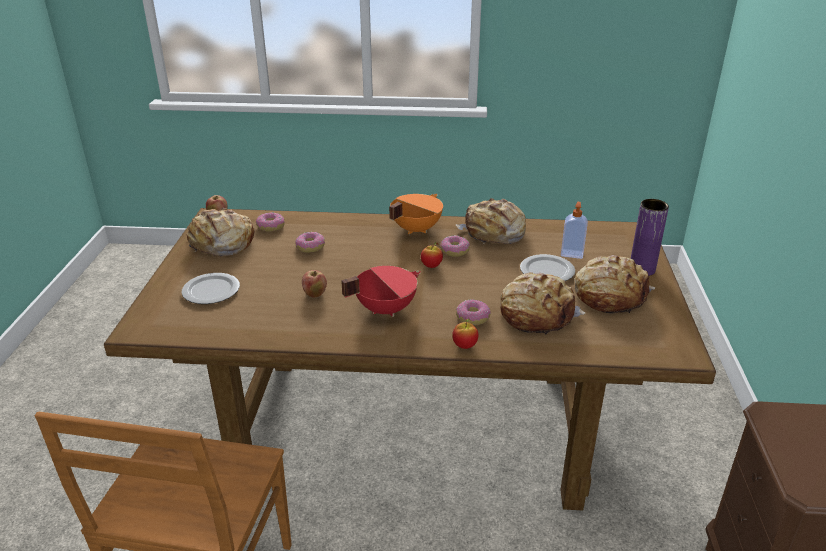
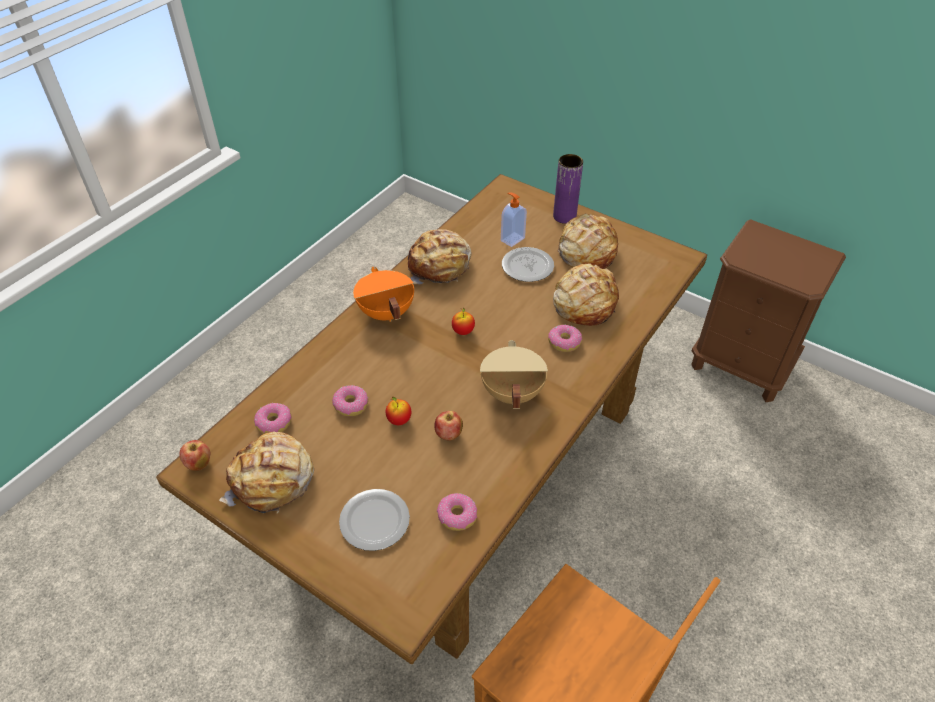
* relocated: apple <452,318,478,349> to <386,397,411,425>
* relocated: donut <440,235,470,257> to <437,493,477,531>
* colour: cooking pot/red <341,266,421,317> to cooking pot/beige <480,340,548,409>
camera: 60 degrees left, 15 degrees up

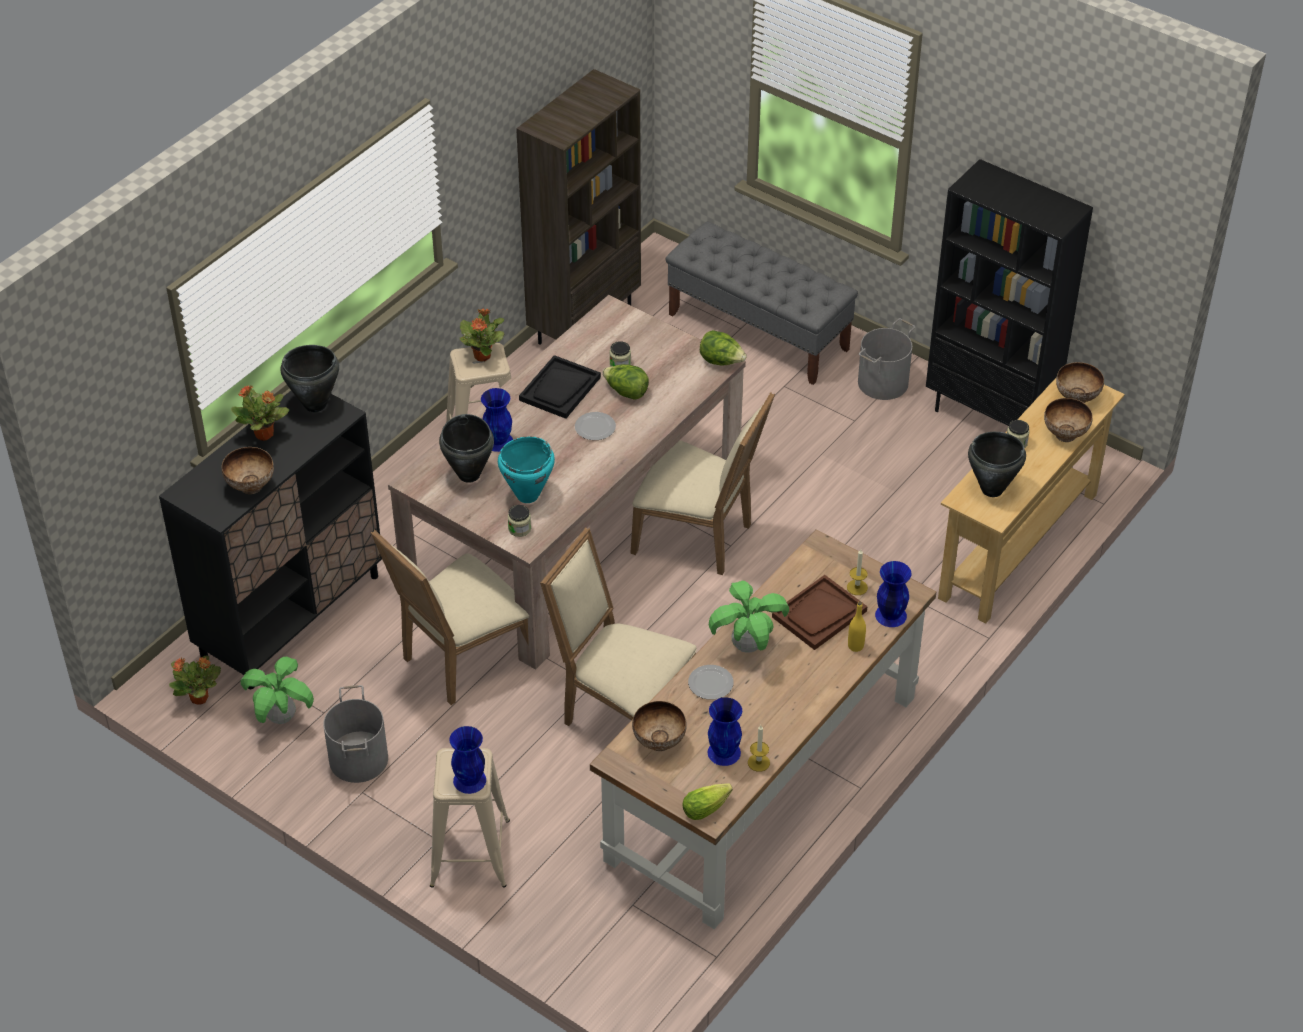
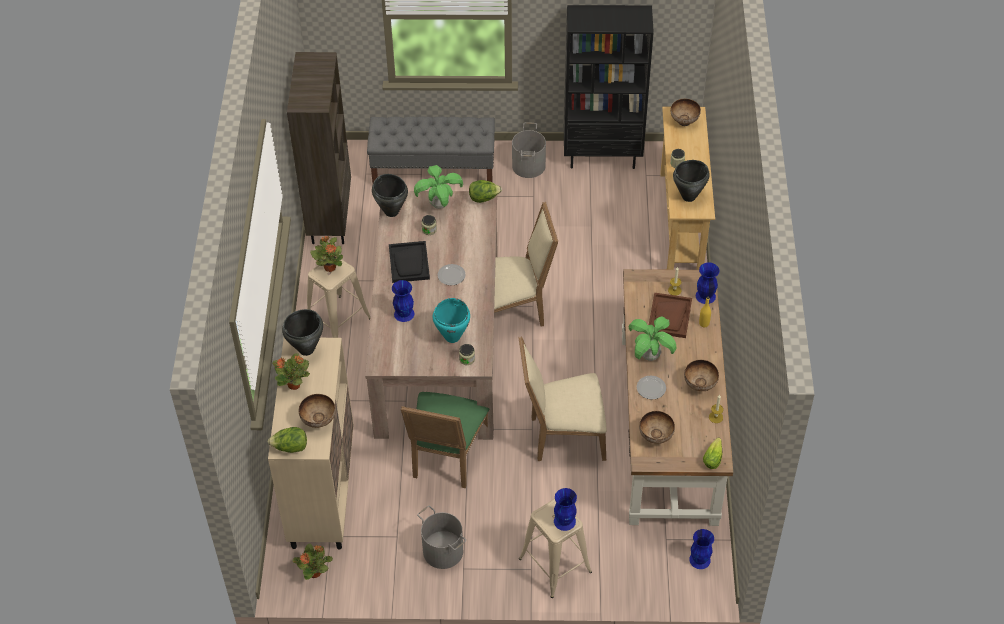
* relocated: lettuce <602,364,649,400> to <267,427,307,453>
* colour: cupboard/black-coloured <159,391,382,689> to cupboard/beige <268,338,354,550>
* relocated: cooking pot/black-coloured <439,414,494,483> to <372,174,408,217>
* colour: upright chair/beige <371,530,529,705> to upright chair/green-coloured <401,392,489,488>
* relocated: plant in a pot <240,657,314,724> to <414,165,463,209>
* relocated: serving bowl <1044,398,1093,442> to <684,360,719,391>
* relocated: decorative vase/bluish <708,697,742,766> to <689,529,714,569>
camera: 35 degrees left, 5 degrees up

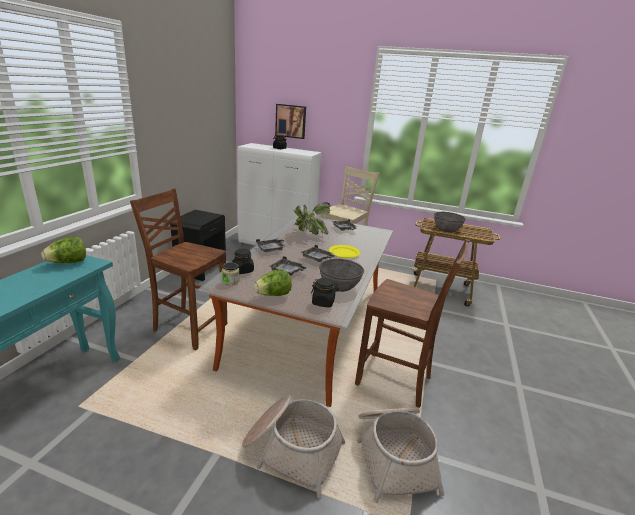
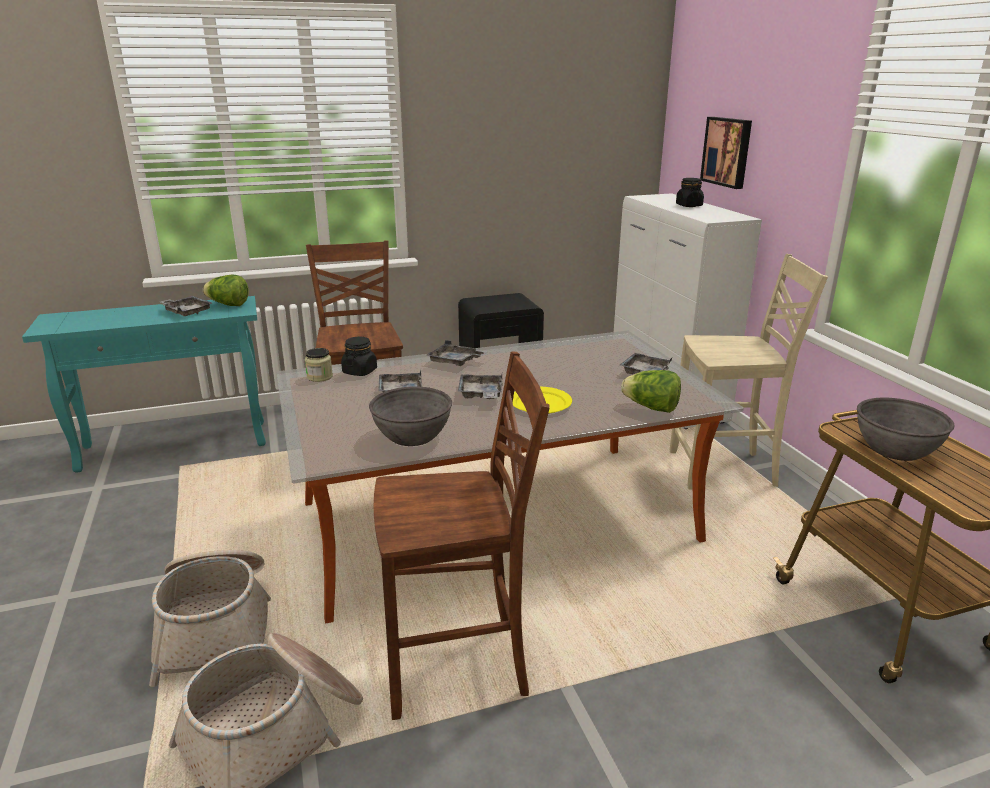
* appeared: carrying tray/grey <160,296,212,316>
* spun: upright chair/brownish <355,239,470,408> = <374,352,550,720> 90 degrees counterclockwise
* relocated: lettuce <253,269,292,296> to <621,370,681,413>
* missing: plant in a pot <294,202,331,235>
* missing: preserve jar/black-coloured <311,278,339,308>
camera: 55 degrees right, 0 degrees up

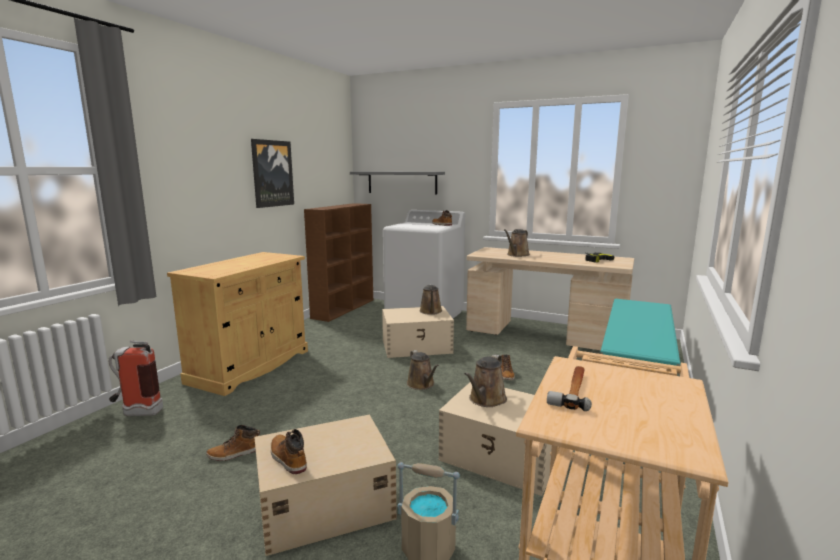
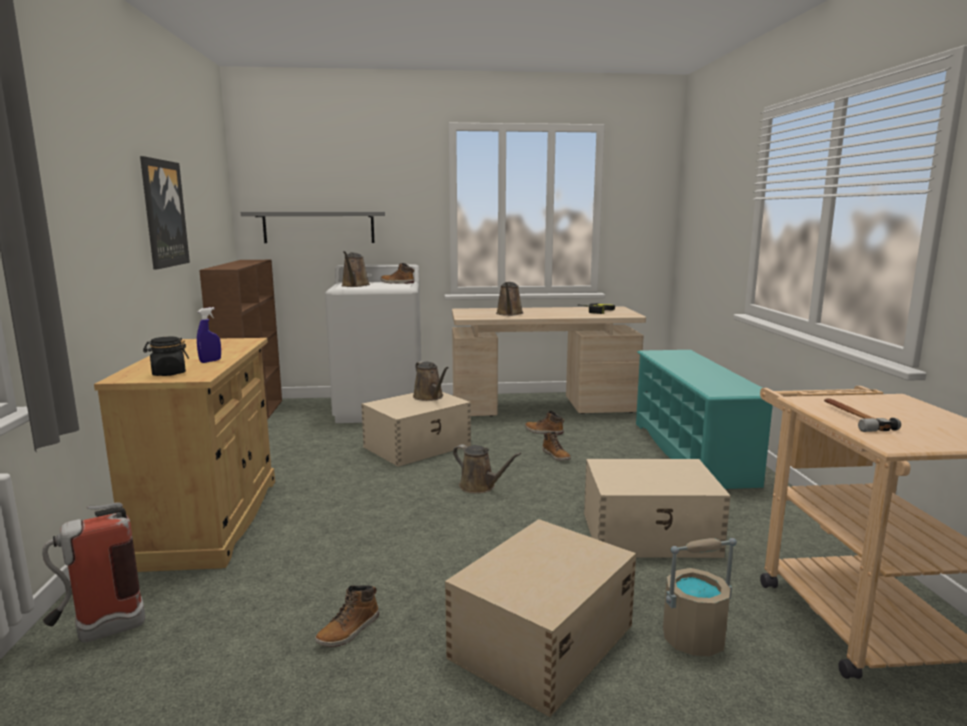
* appeared: preserve jar/black-coloured <143,336,189,376>
* appeared: sprayer/bluish <197,307,221,363>
* relocated: watering can/brownish <464,354,507,407> to <341,251,370,287>
* relocated: tall boot <271,429,307,474> to <525,411,564,435>
camera: 30 degrees left, 0 degrees up

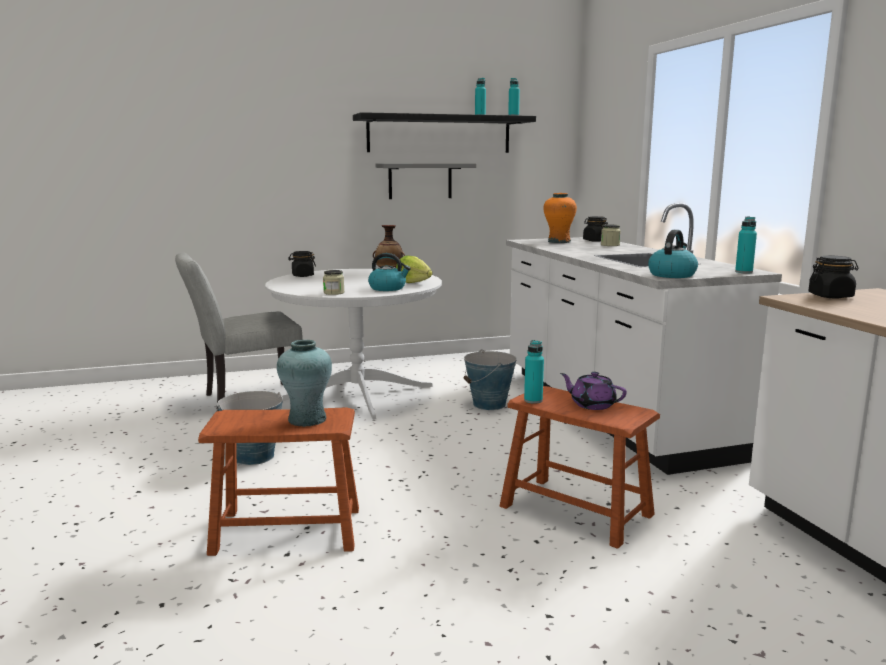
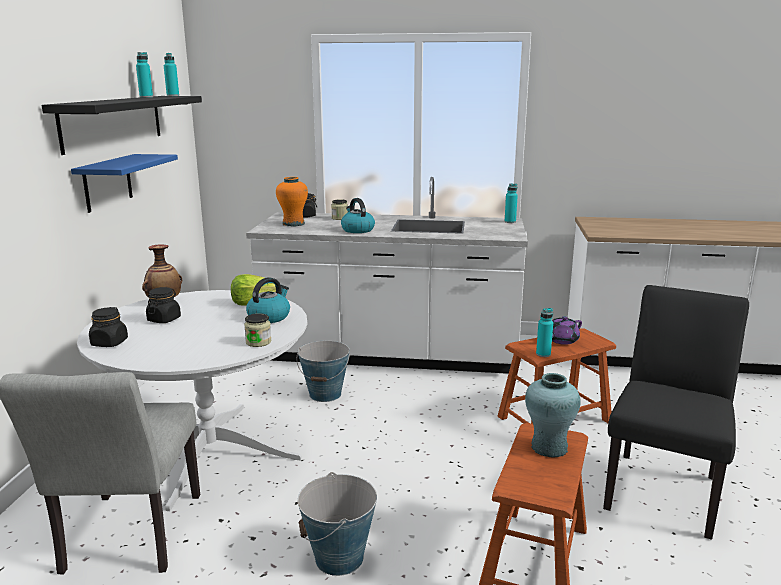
* colour: bracket shelf/grey <376,163,476,199> to bracket shelf/bluish <71,154,178,213>
* relocated: preserve jar/black-coloured <808,256,859,299> to <146,287,181,323>
* relocated: tea kettle <648,230,698,278> to <341,198,375,233>
* appeared: upright chair/black-coloured <603,285,749,540>
camera: 65 degrees left, 5 degrees up

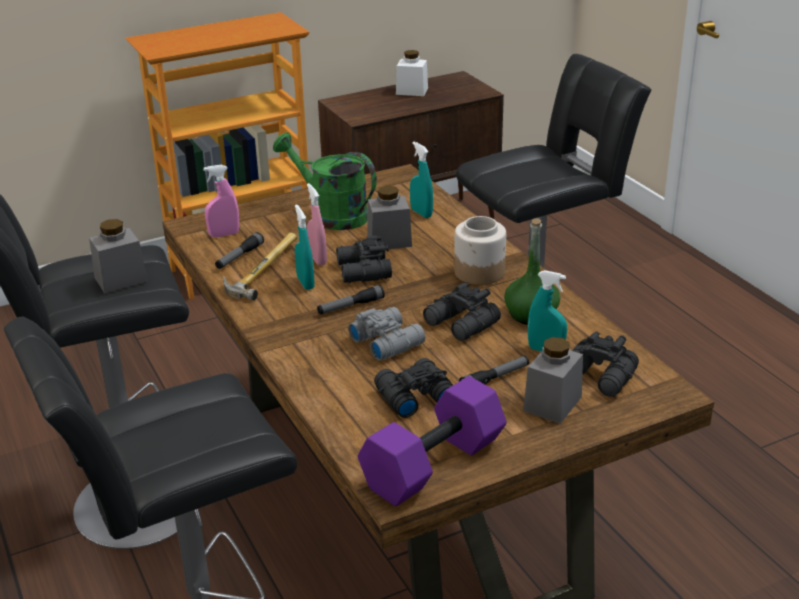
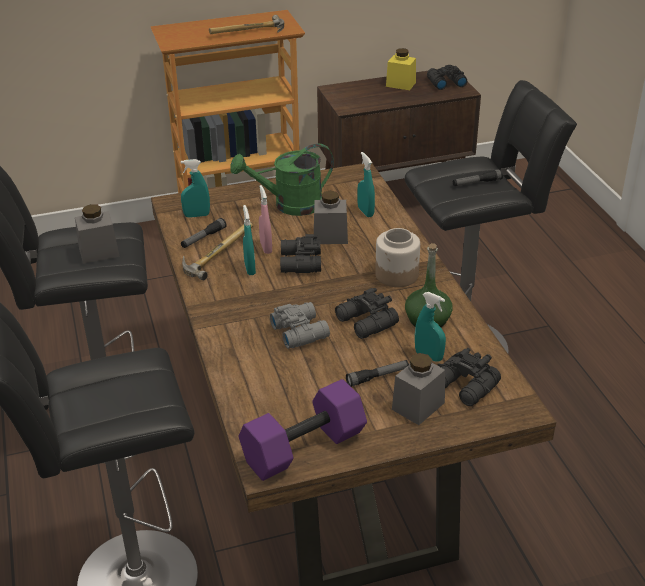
* colour: sprayer/pinkish <203,164,239,237> to sprayer/turquoise-coloured <181,159,210,218>
* appeared: hammer <209,15,284,34>
* spun: watering can/green-coloured <273,133,377,230> = <230,144,334,216> 60 degrees counterclockwise
* colour: preserve jar/white <396,50,428,96> to preserve jar/yellow-coloured <386,48,416,90>
* relocated: field glasses/black-coloured <374,358,453,418> to <427,65,467,90>
* relocated: hand torch <317,285,385,314> to <453,169,503,186>
camera: 10 degrees right, 5 degrees up

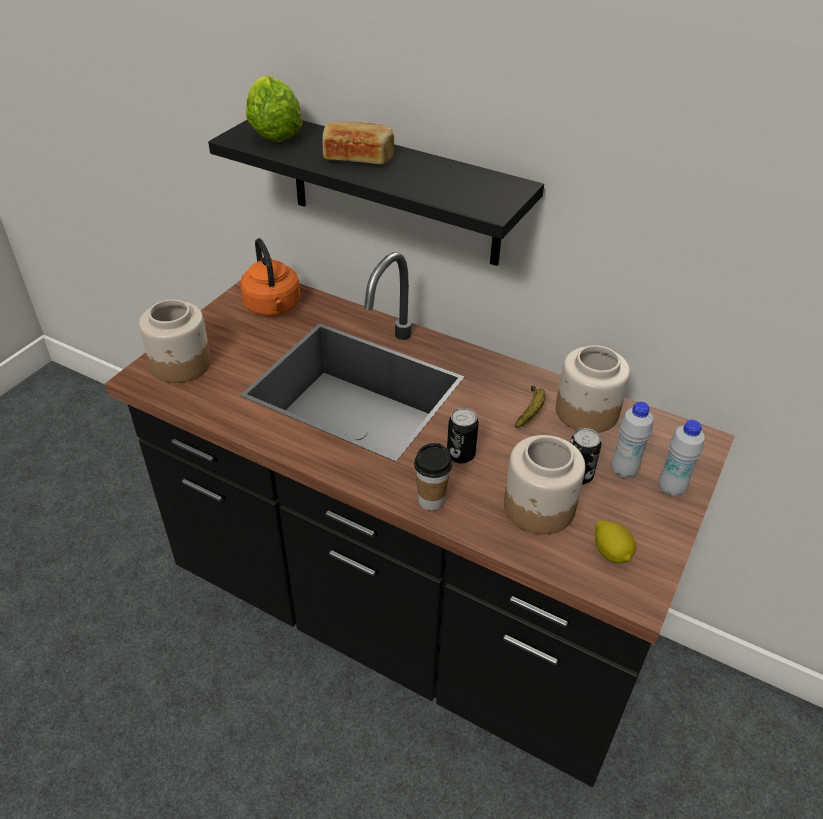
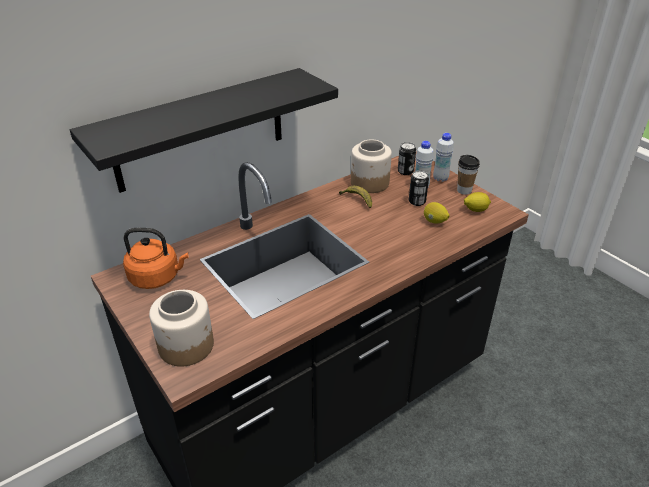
* relocated: sealed can <447,408,479,463> to <398,142,416,175>
* exchanged: preserve jar <504,435,585,534> to whole lemon <424,202,449,224>
* relocated: small cup <414,443,452,511> to <457,155,480,195>
* missing: lettuce <246,75,303,142>
* missing: bread <323,121,394,165>
camera: 65 degrees left, 5 degrees down

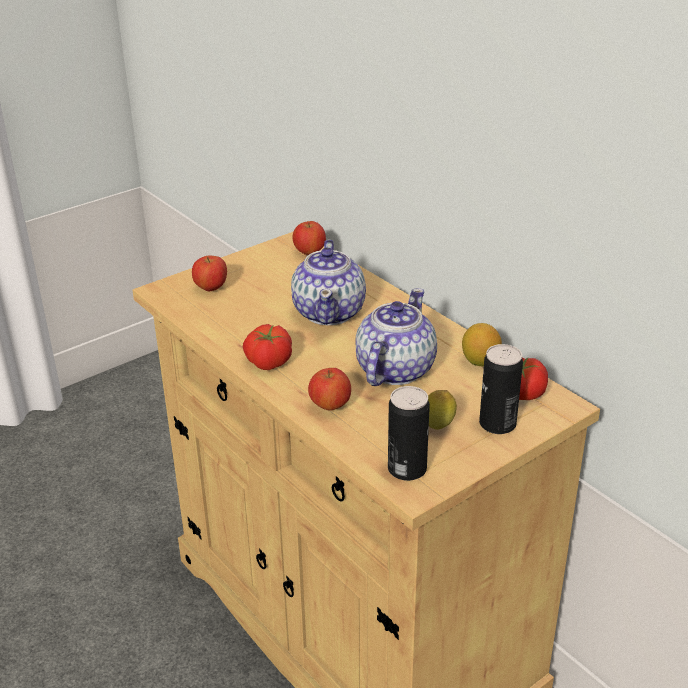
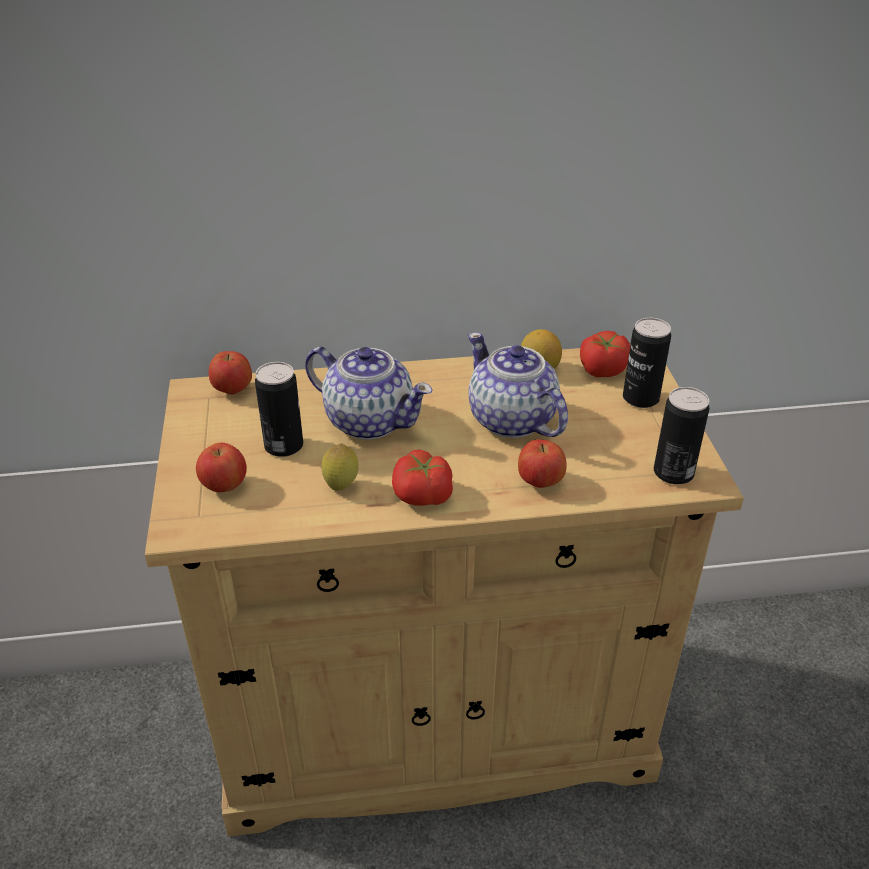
* appeared: sealed can <255,362,303,457>
* relocated: whole lemon <428,390,457,430> to <321,444,359,491>
camera: 60 degrees left, 5 degrees up

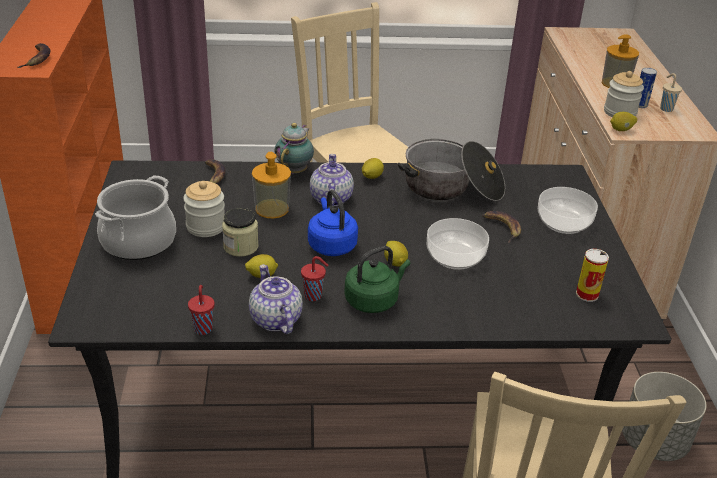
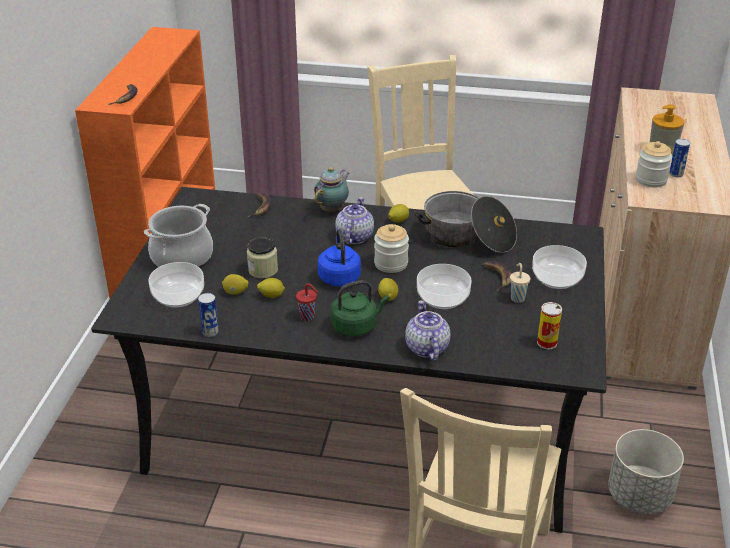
* appeared: serving bowl <148,262,204,307>
* exchanged: small cup/red <188,285,214,335> to sealed can <198,293,219,337>
* relocated: whole lemon <610,112,637,131> to <222,274,249,295>
* relocated: preserve jar <183,181,225,237> to <374,224,409,273>
* relocated: teapot <249,264,303,334> to <405,300,451,361>
* relocated: small cup/beige <660,73,682,112> to <510,263,530,303>
* missing: soap dispenser <252,152,291,218>
camera: 15 degrees right, 0 degrees up

